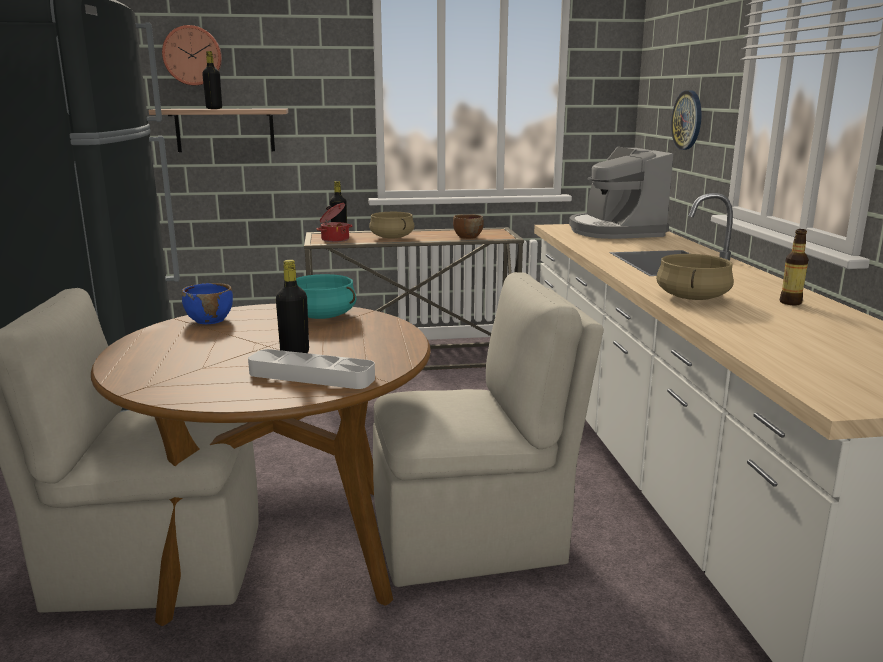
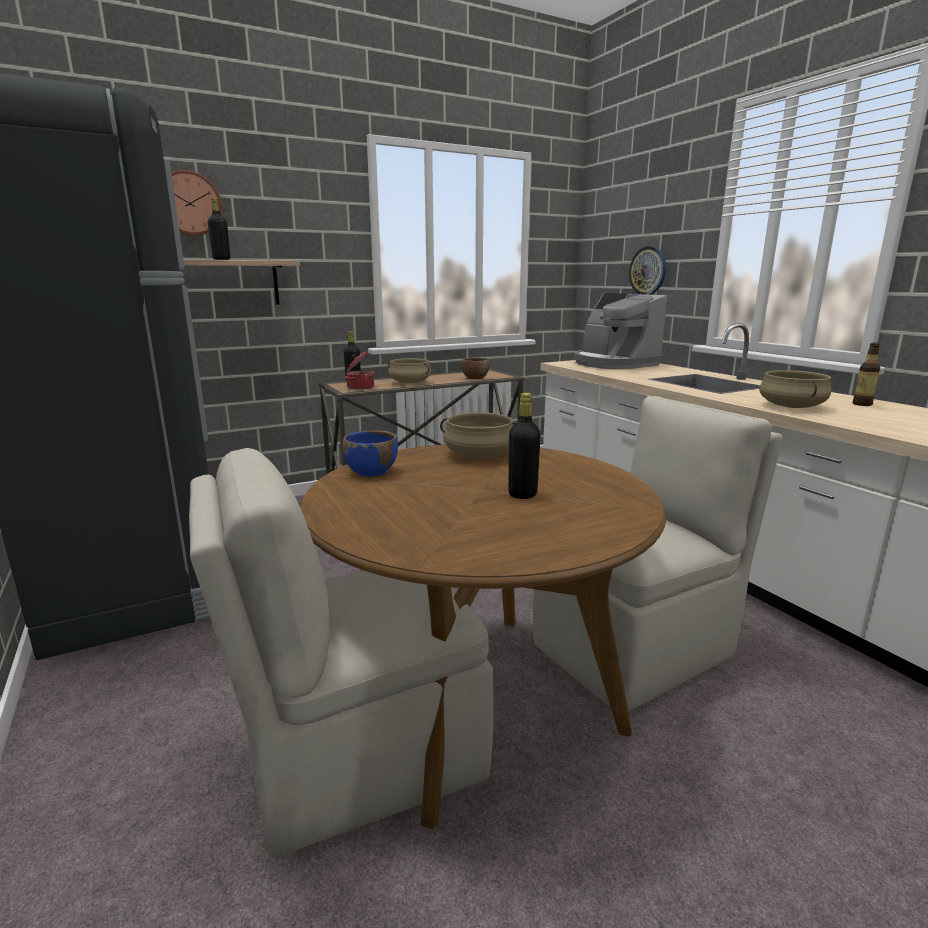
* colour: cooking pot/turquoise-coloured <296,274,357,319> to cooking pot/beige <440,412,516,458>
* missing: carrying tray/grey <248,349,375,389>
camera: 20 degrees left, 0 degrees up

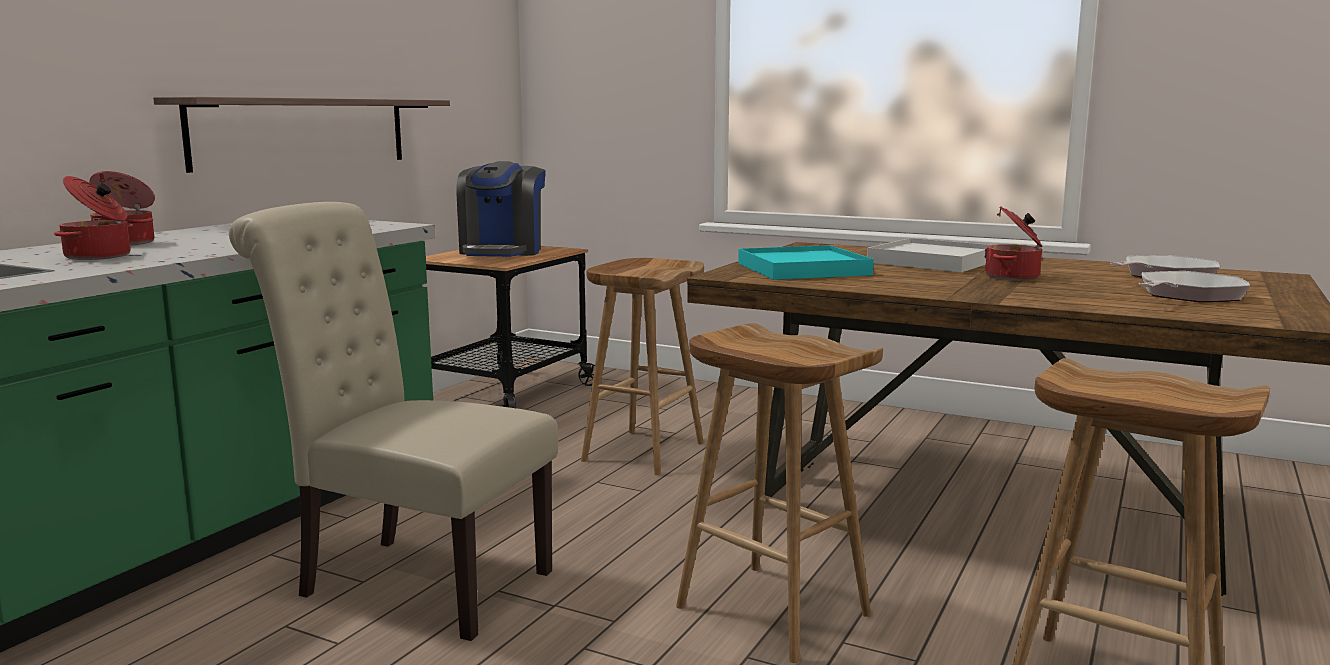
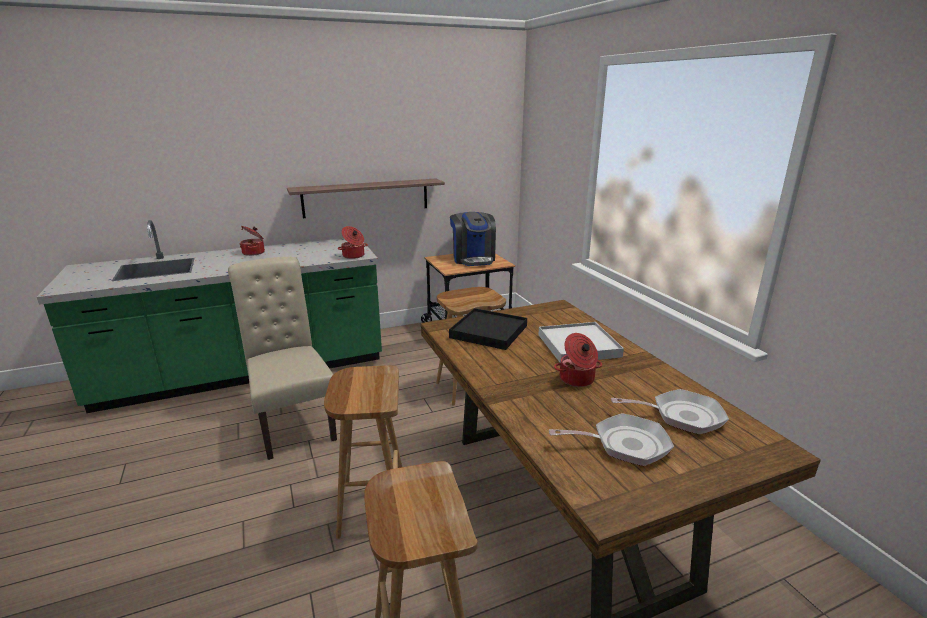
* relocated: cooking pot <54,176,133,260> to <338,226,368,259>
* colour: carrying tray/turquoise-coloured <738,245,874,280> to carrying tray/black-coloured <449,308,527,350>
* spun: coffee brewer <456,161,545,257> = <450,212,496,266> 60 degrees counterclockwise
camera: 40 degrees right, 10 degrees up

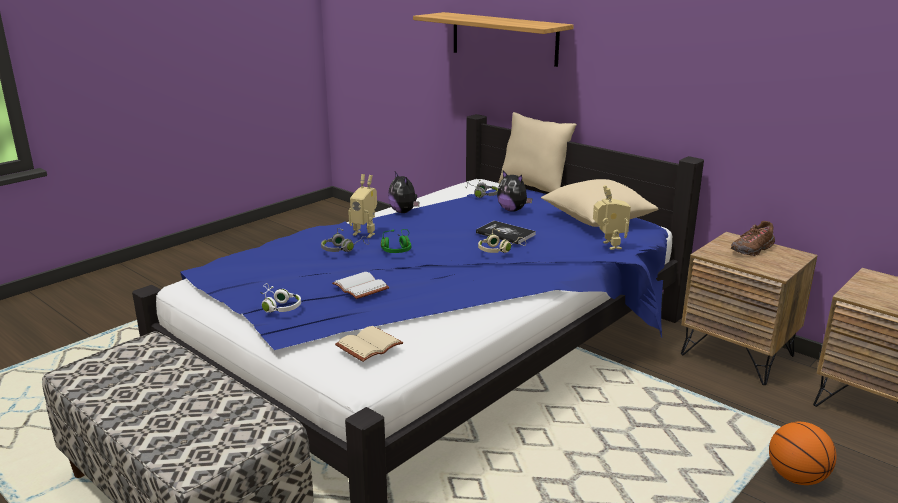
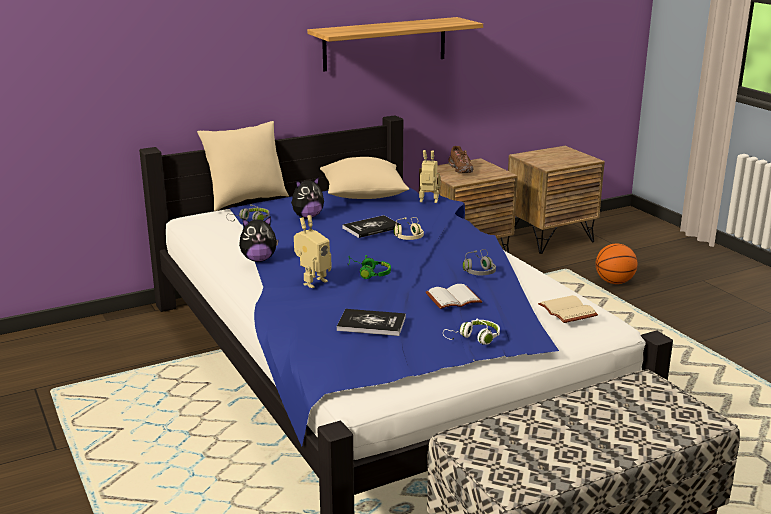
* relocated: bracket shelf <413,12,574,67> to <307,17,483,71>
* appeared: volume <336,309,406,336>
* relocated: headset/grey <321,228,369,252> to <463,249,496,275>
camera: 70 degrees left, 0 degrees up

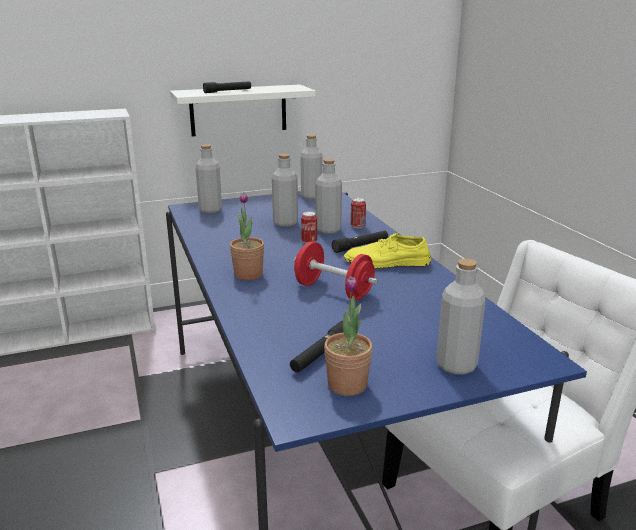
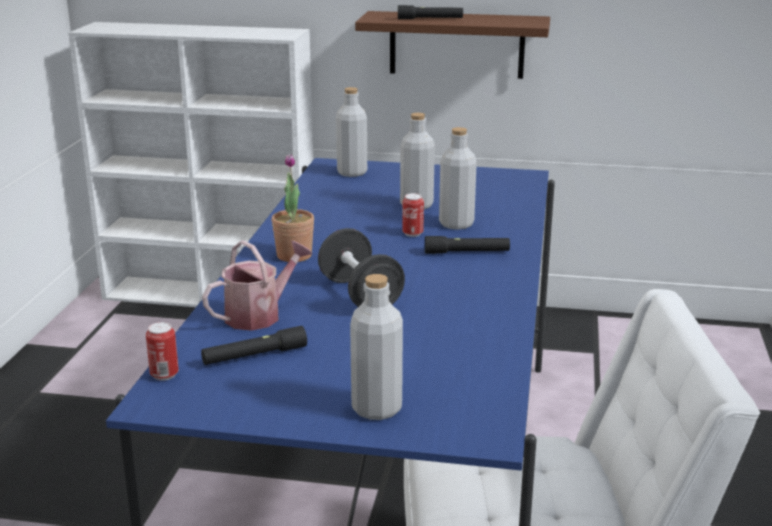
* relocated: sealed can <351,198,366,228> to <146,322,179,381>
* appeared: watering can <202,240,312,331>
* colour: free weight/red <294,242,378,300> to free weight/black-coloured <318,228,405,307>
* colour: bracket shelf/white <170,85,316,136> to bracket shelf/brownish <355,11,550,79>
* missing: drink bottle/grey <301,134,323,199>
* missing: plant in a pot <324,276,373,396>
* missing: low shoe/yellow-coloured <344,233,431,268>
camera: 30 degrees right, 0 degrees up

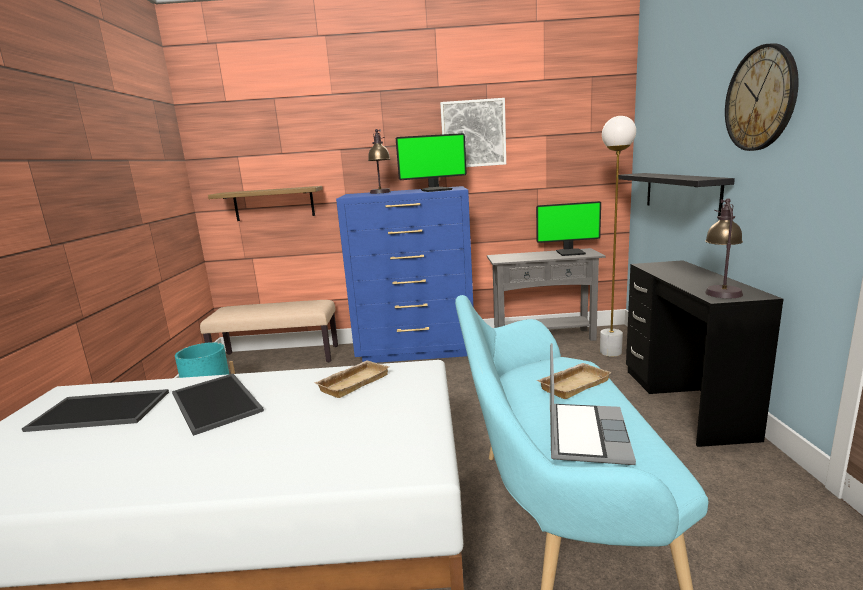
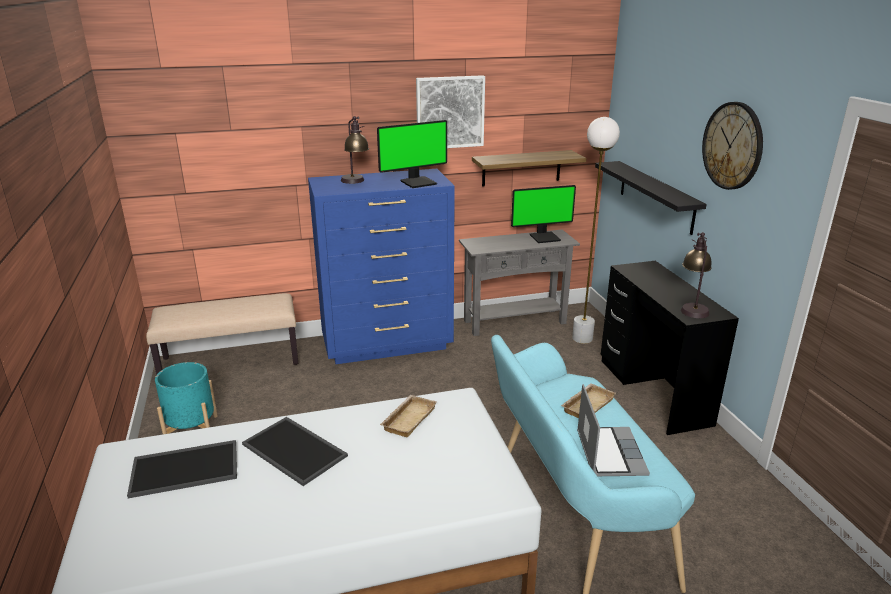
* relocated: bracket shelf <208,186,323,221> to <472,150,586,187>
camera: 15 degrees left, 10 degrees up

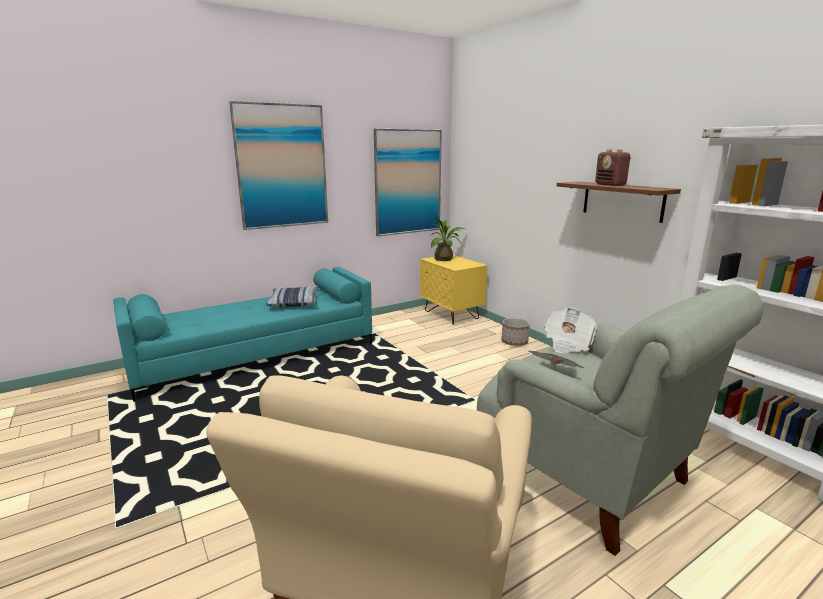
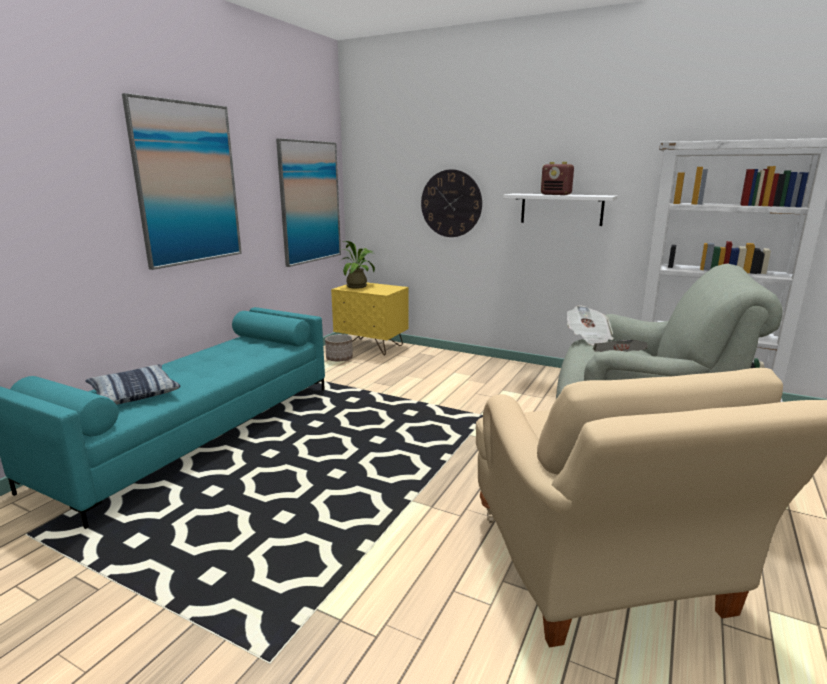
* relocated: cushion <266,287,319,307> to <85,364,181,405>
* relocated: planter <501,318,530,346> to <325,334,353,361>
* appeared: wall clock <421,169,482,237>
* colour: bracket shelf/brownish <557,181,681,223> to bracket shelf/white <503,193,617,226>
camera: 30 degrees left, 0 degrees up

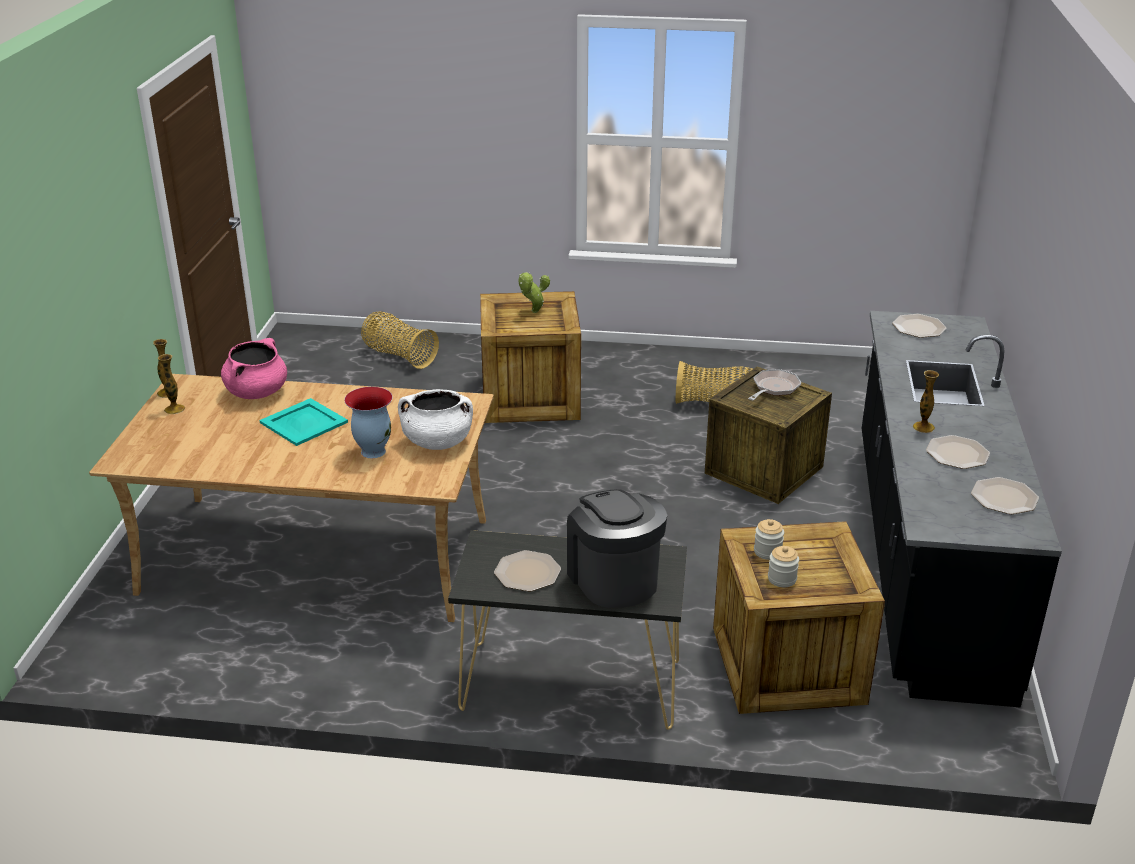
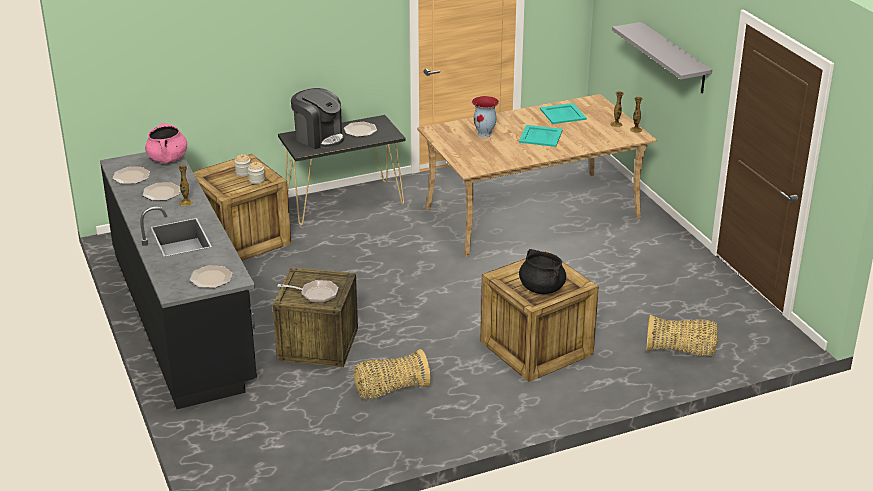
* relocated: cooking pot/pinkish <221,338,287,399> to <145,123,187,163>
* spun: frying pan <748,369,801,400> = <277,280,338,303> 90 degrees counterclockwise
* exchanged: plant in a pot <518,272,550,313> to cooking pot/black-coloured <519,249,566,294>
* appeared: carrying tray/turquoise-coloured <540,103,587,124>
* appeared: bracket shelf/grey <612,22,712,93>
* missing: cooking pot/white <398,389,473,450>
camera: 150 degrees right, 0 degrees up

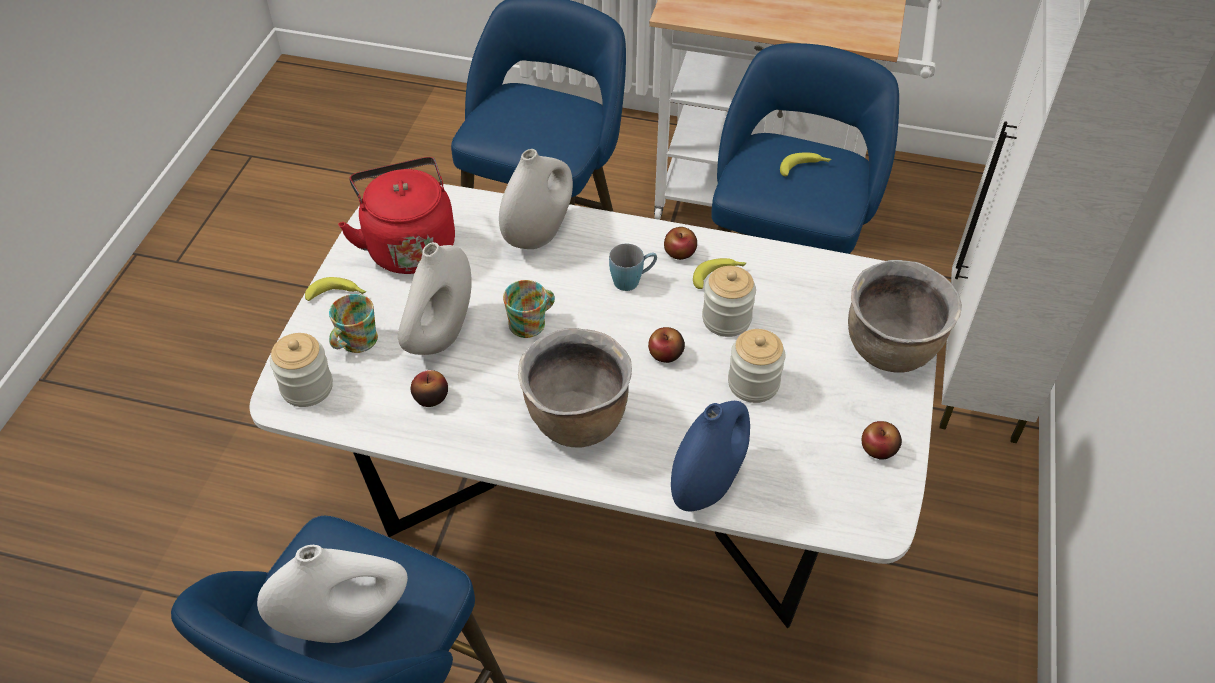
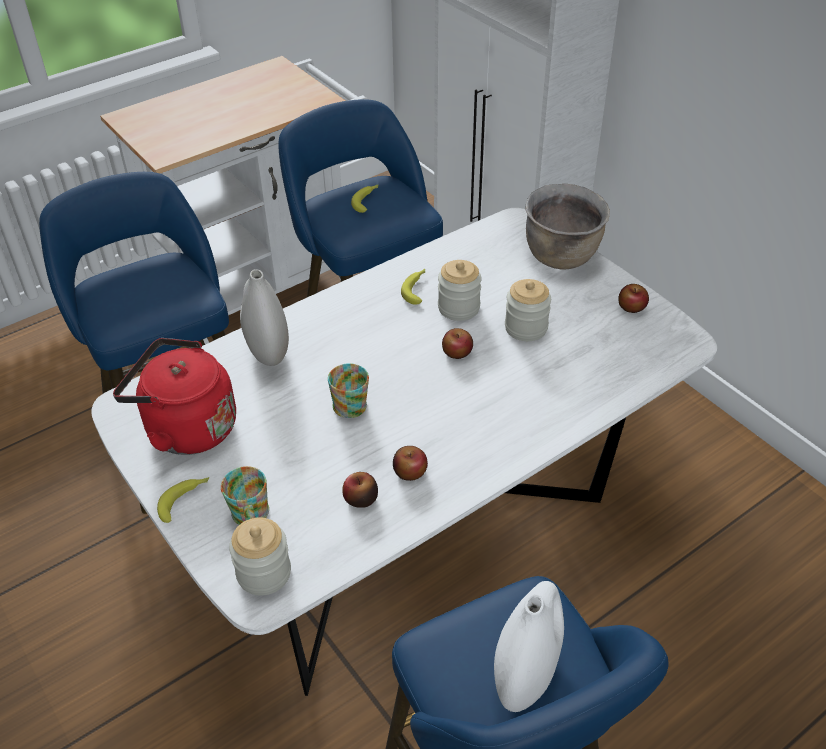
* relocated: apple <664,227,697,260> to <393,446,428,481>
* missing: decorative vase/white <398,242,472,355>
* missing: cooking pot/brownish <518,328,632,447>
* missing: tea mug/bluish <609,243,657,291>
* missing: decorative vase/bluish <671,401,750,511>
camera: 50 degrees left, 5 degrees down

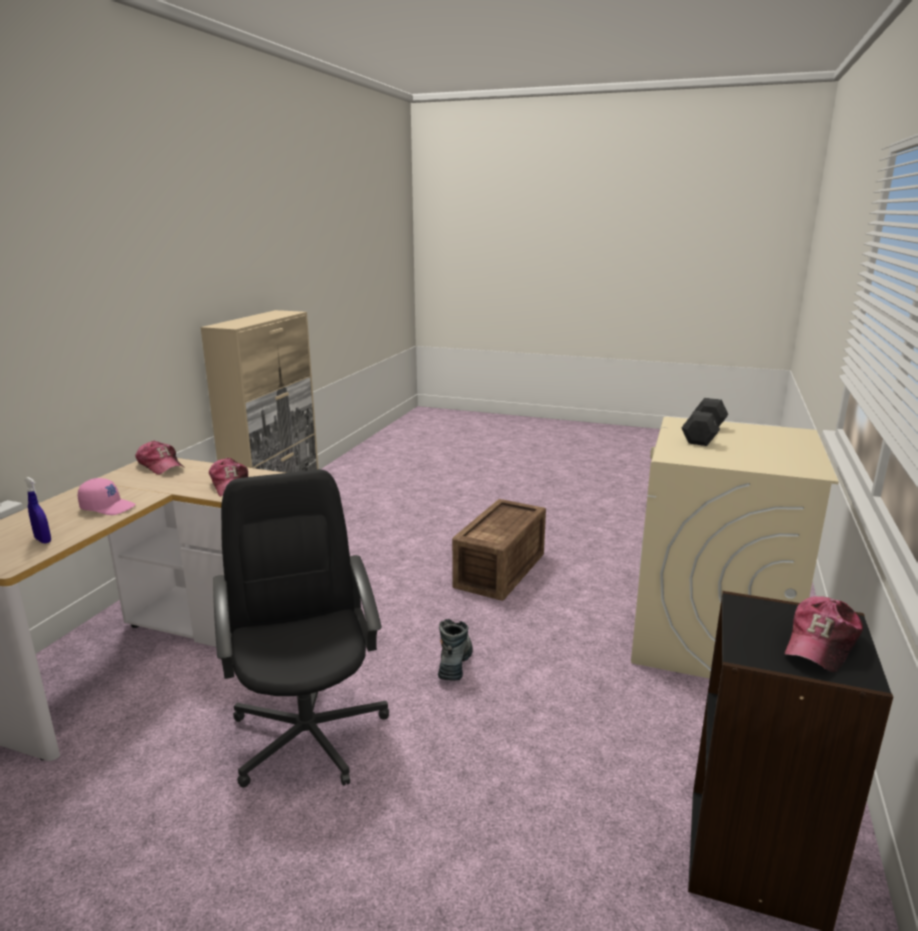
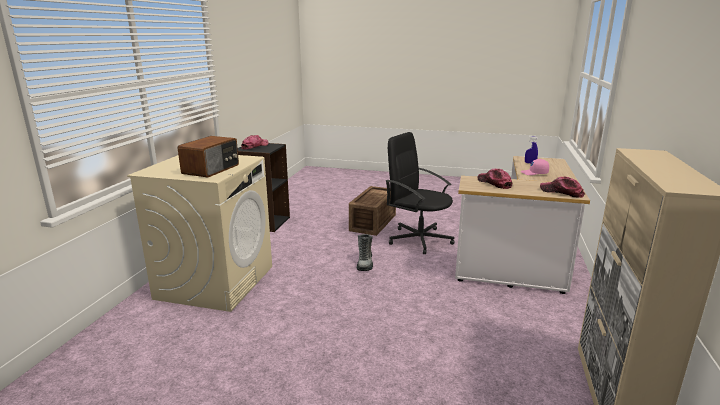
* exchanged: free weight/grey <682,398,728,446> to radio receiver <178,136,239,178>
* relocated: crate <452,499,546,601> to <349,186,396,236>
* spun: desk chair/black-coloured <213,469,389,788> = <386,132,455,255> 150 degrees clockwise
camera: 175 degrees right, 0 degrees up

